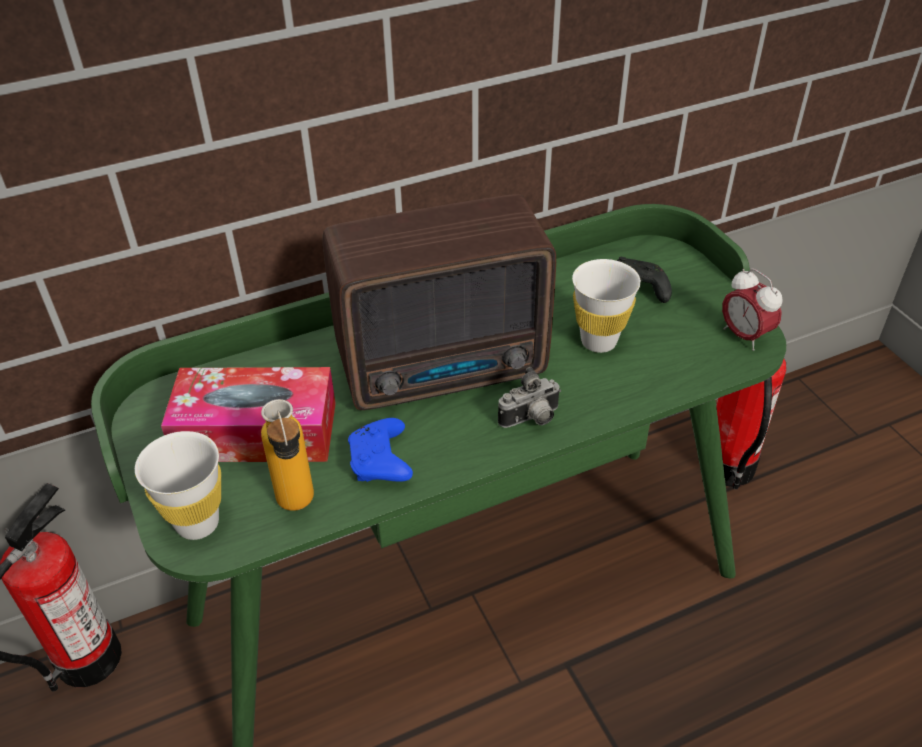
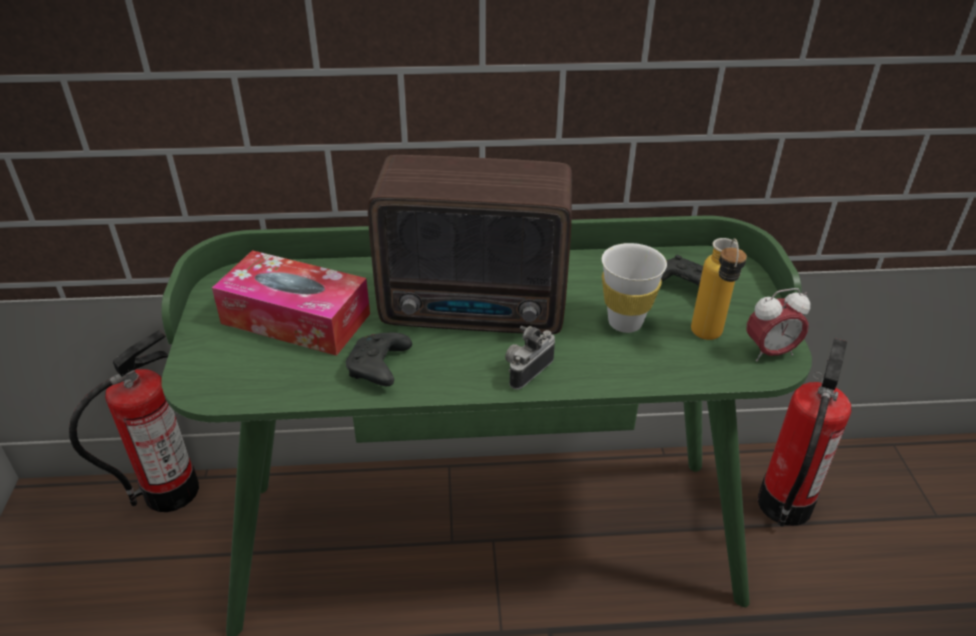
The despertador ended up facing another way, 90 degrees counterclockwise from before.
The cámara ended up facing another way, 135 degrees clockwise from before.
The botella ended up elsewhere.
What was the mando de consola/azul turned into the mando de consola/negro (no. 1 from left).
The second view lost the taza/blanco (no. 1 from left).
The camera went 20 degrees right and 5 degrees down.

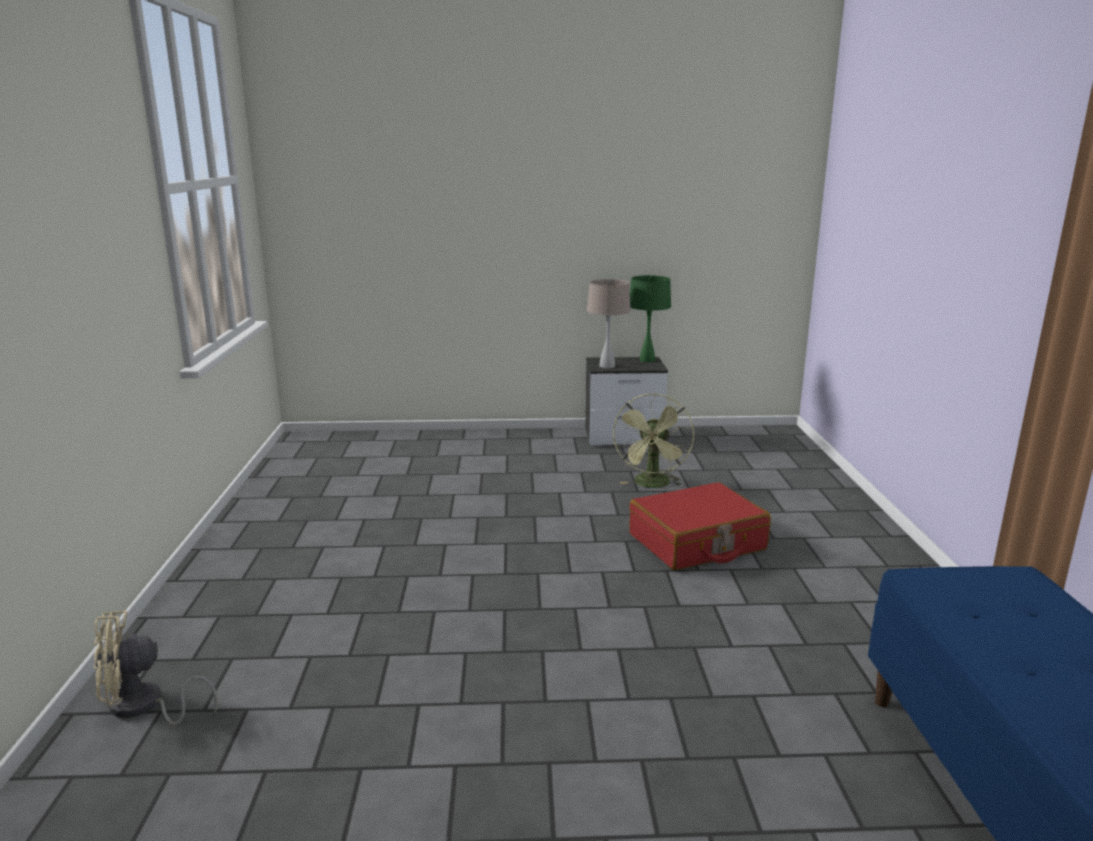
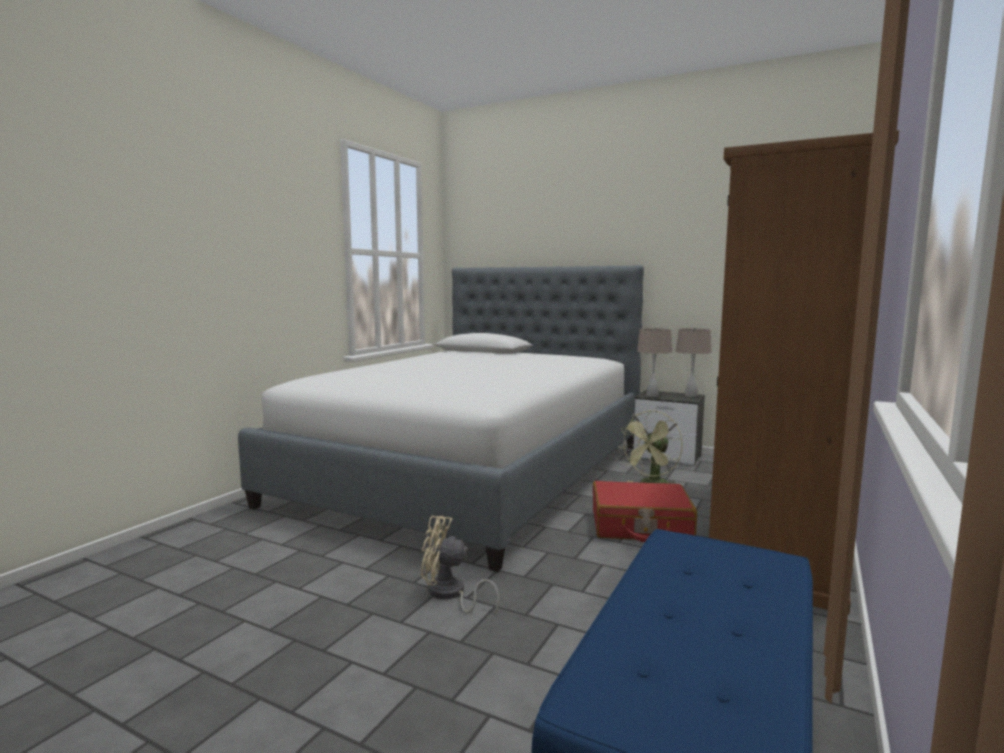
What was the lámpara de mesa/verde turned into the lámpara de mesa/beis (no. 2 from left).
The ventilador/beis ended up elsewhere.
The second view gained the armario ropero/marrón.
The second view gained the cama.
The camera went 30 degrees right and 10 degrees down.

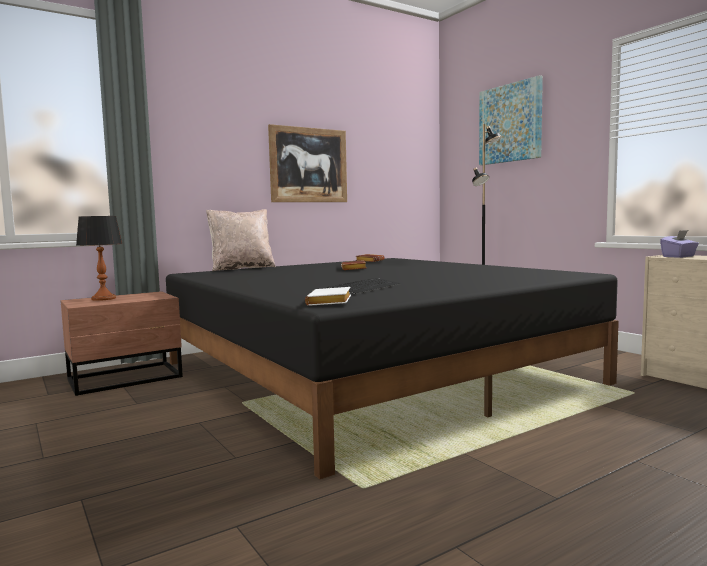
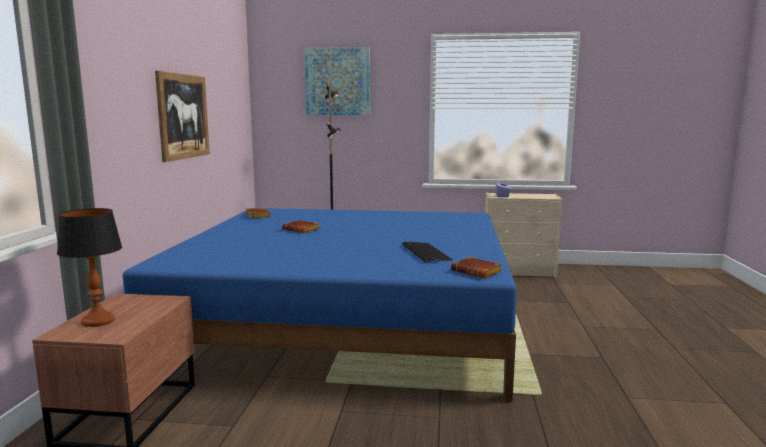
The second view lost the cojín/beis.
What was the cama/negro turned into the cama/azul.
What was the libro/blanco turned into the libro/marrón (no. 3 from left).
The camera went 50 degrees left and 5 degrees up.

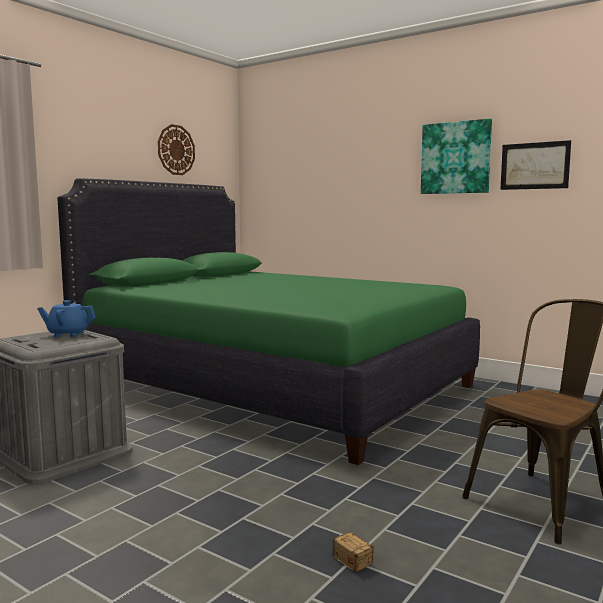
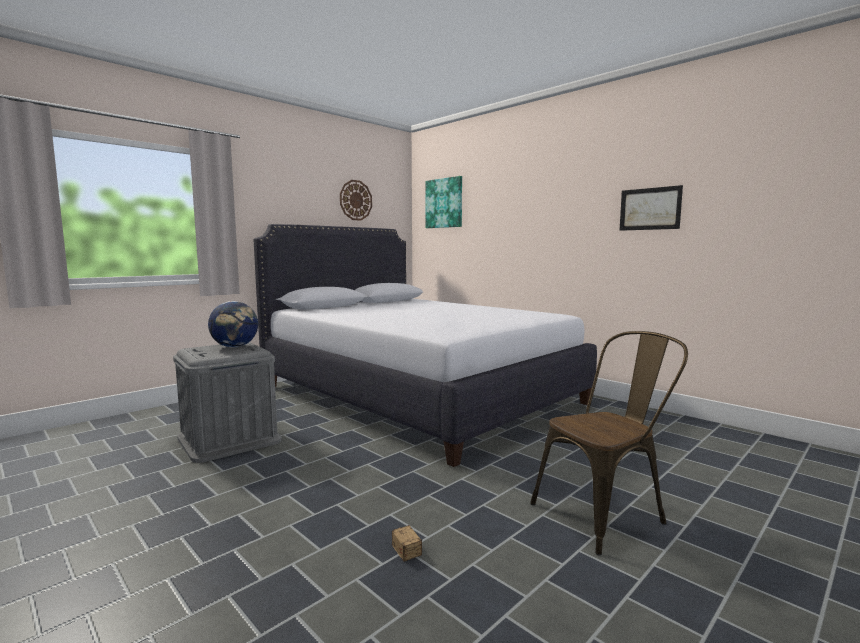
The cuadro (no. 1 from left) ended up elsewhere.
What was the cama/verde turned into the cama/blanco.
Where the tetera/azul stood, the globo terráqueo came to stand.
The camera went 10 degrees right and 0 degrees up.

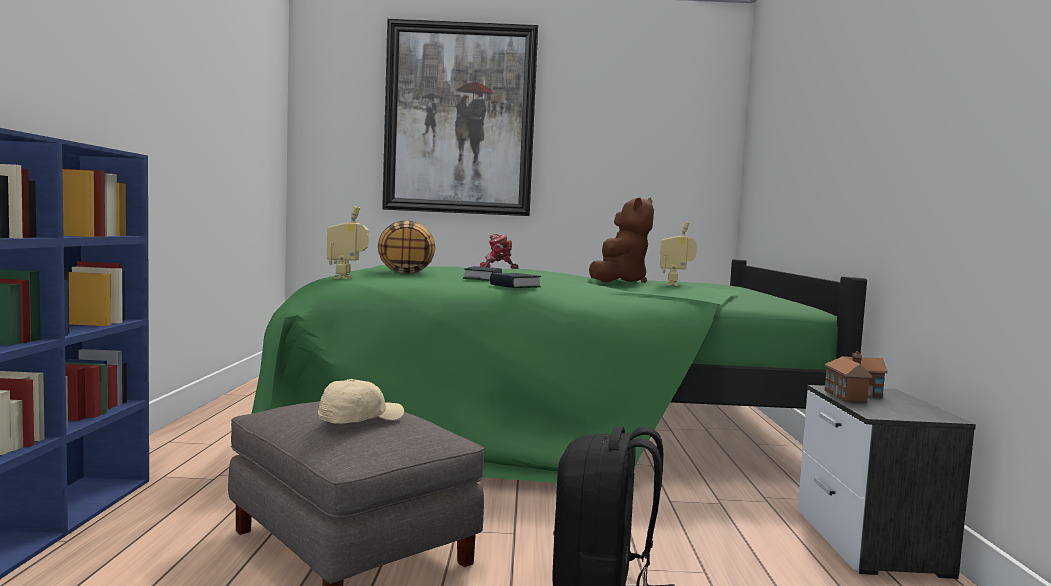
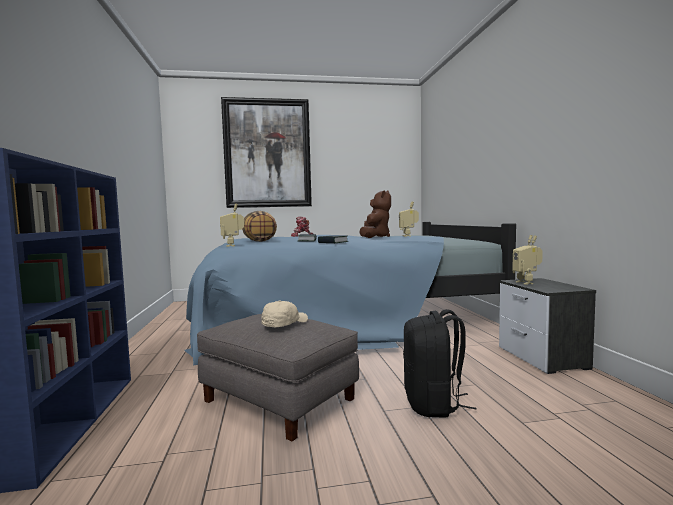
What was the cama/verde turned into the cama/azul.
Where the casita stood, the robot de juguete (no. 4 from left) came to stand.
The camera went 10 degrees left and 0 degrees up.

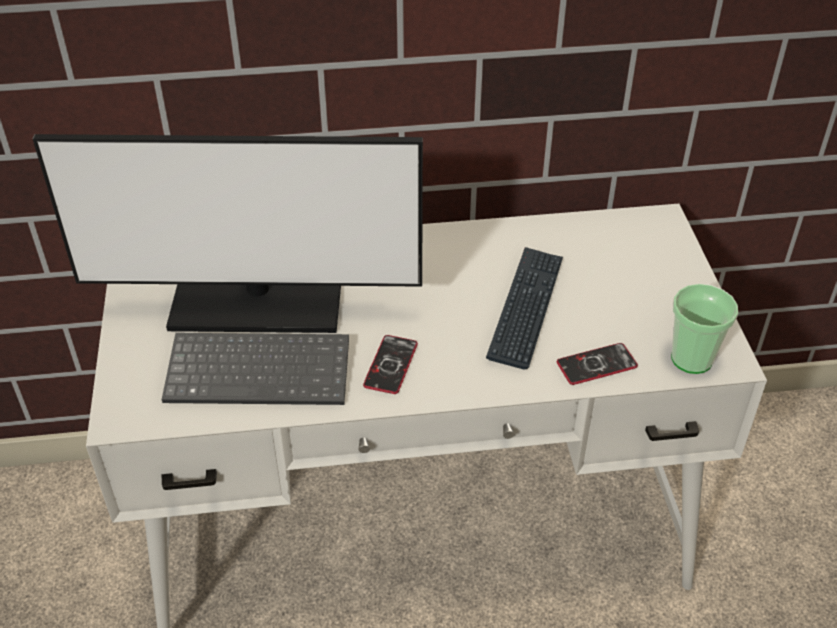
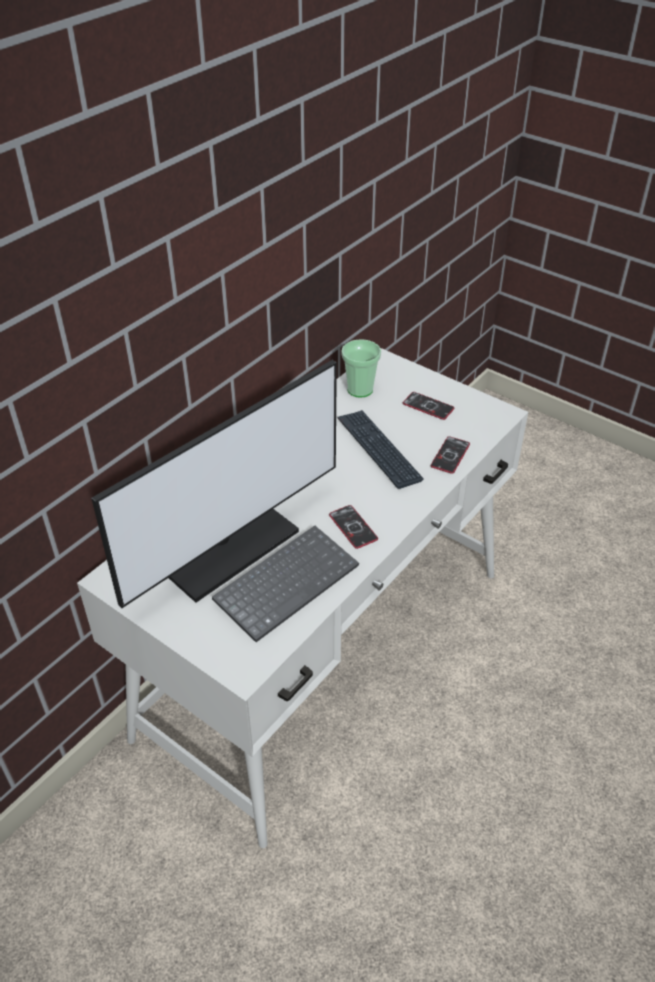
The taza ended up elsewhere.
The second view gained the móvil (no. 2 from left).
The camera went 45 degrees left and 0 degrees up.

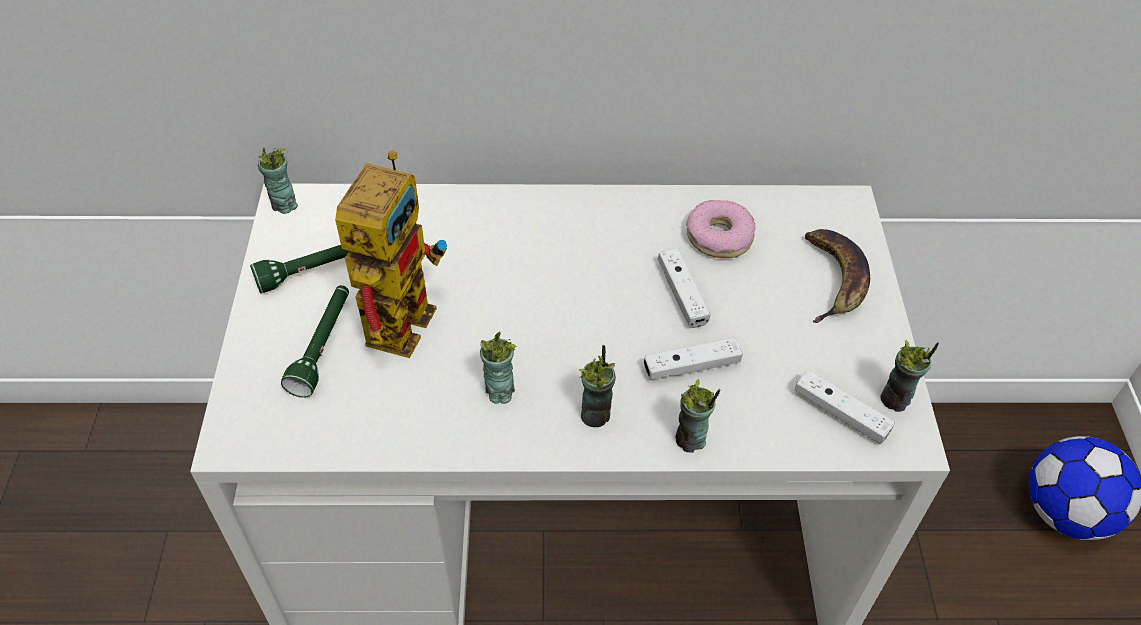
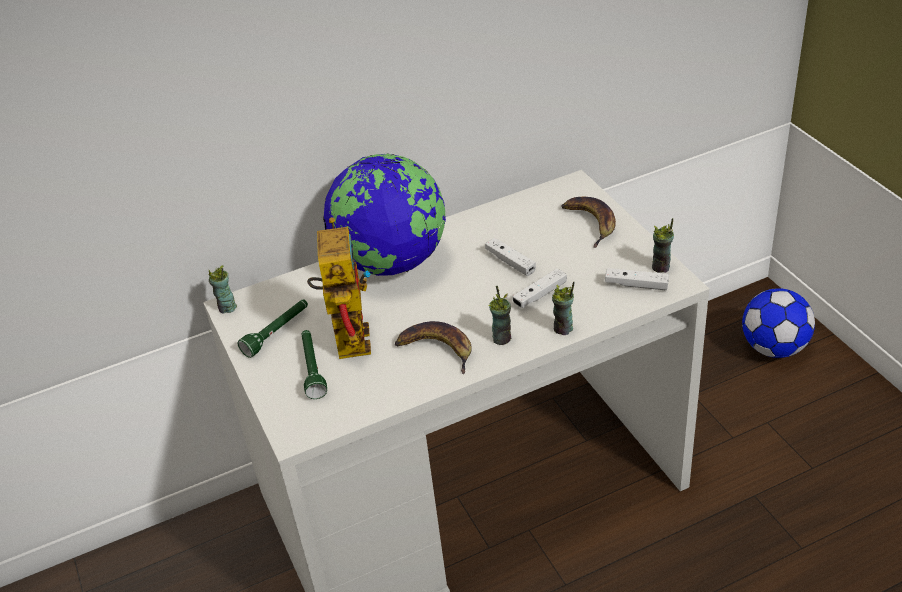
The second view lost the rosquilla.
Where the taza (no. 2 from left) stood, the plátano (no. 1 from left) came to stand.
The second view gained the globo terráqueo.
The camera went 20 degrees left and 10 degrees down.

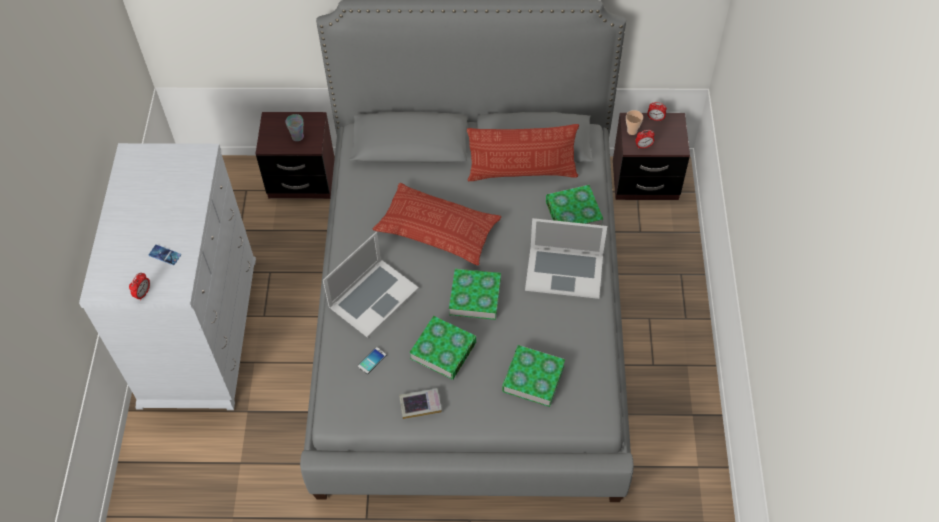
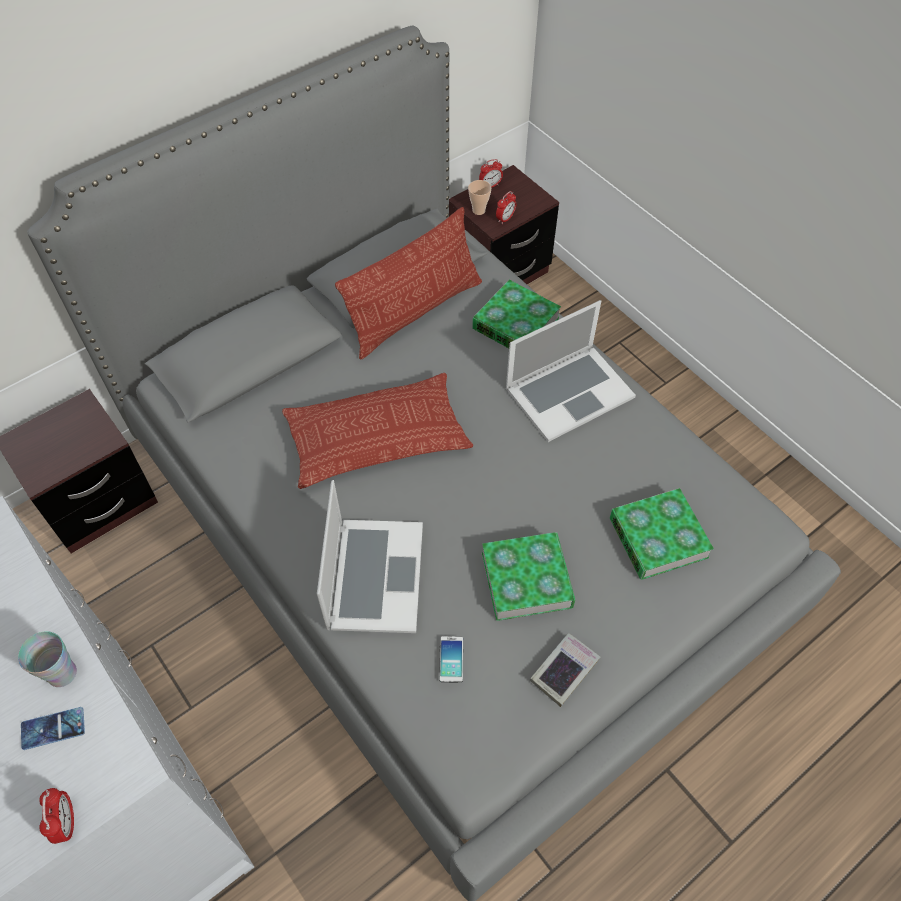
The taza (no. 1 from left) ended up elsewhere.
The second view lost the libro (no. 3 from left).
The camera went 40 degrees left and 0 degrees up.

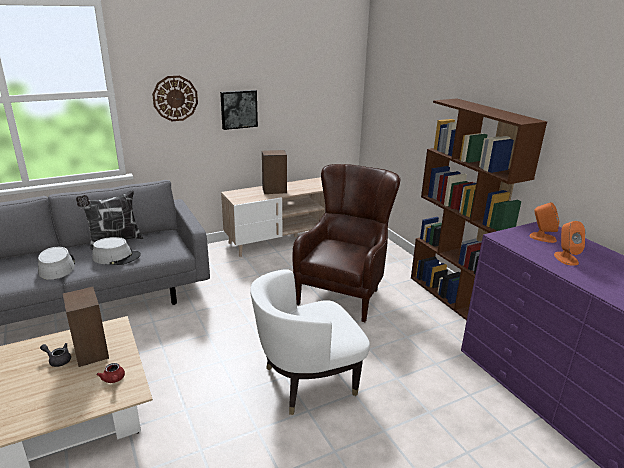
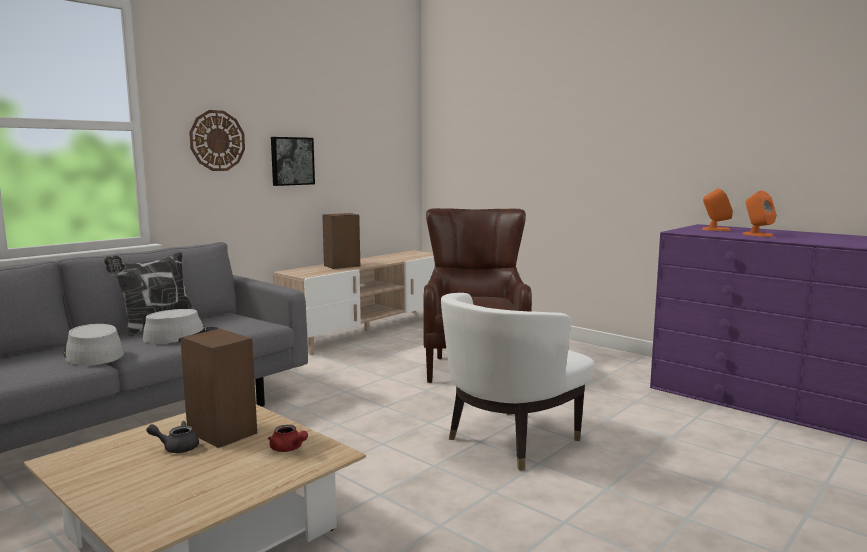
The second view lost the estantería/marrón.
The camera went 20 degrees left and 15 degrees down.

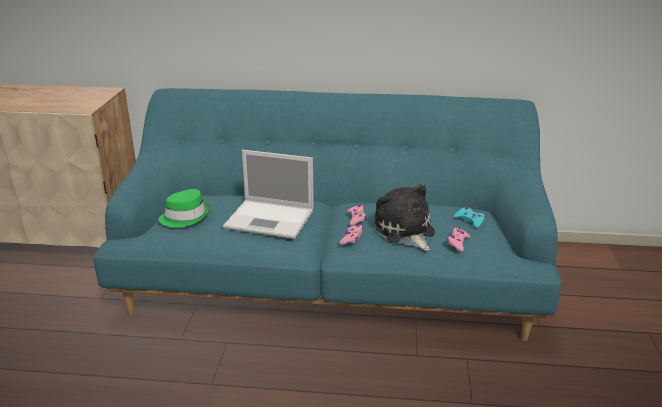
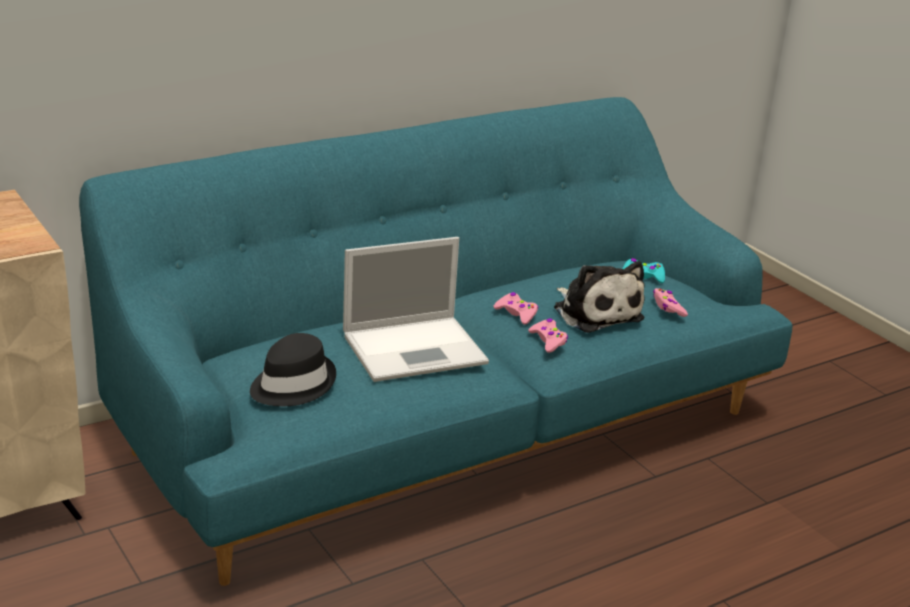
The peluche ended up facing another way, 150 degrees counterclockwise from before.
What was the sombrero/verde turned into the sombrero/negro.
The camera went 40 degrees left and 0 degrees up.

